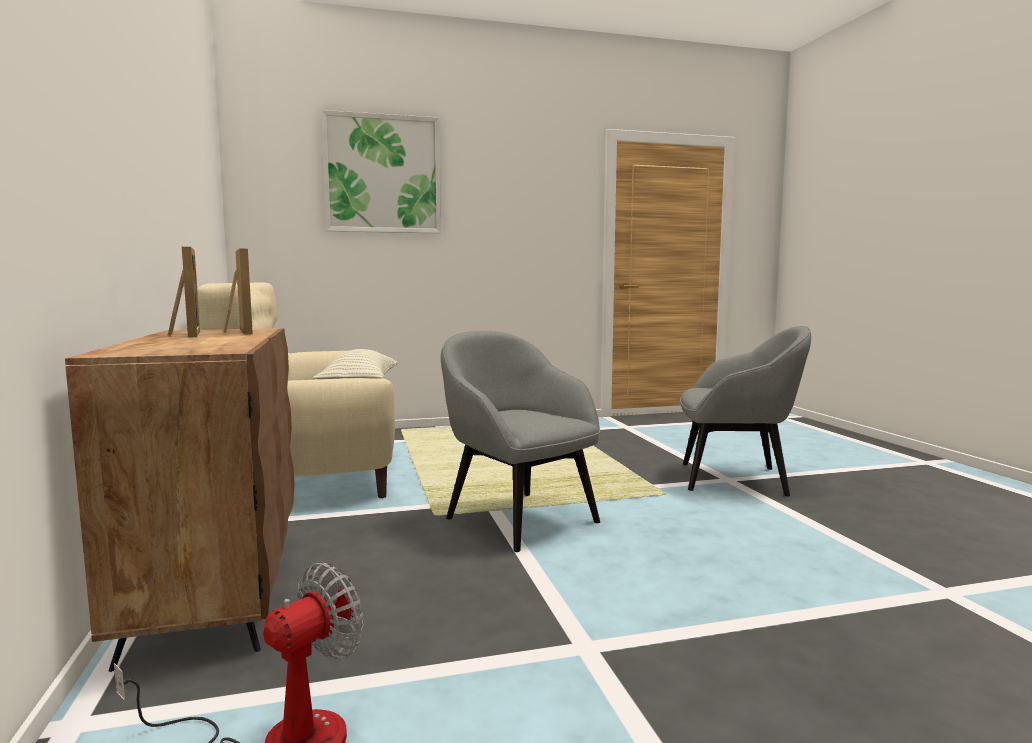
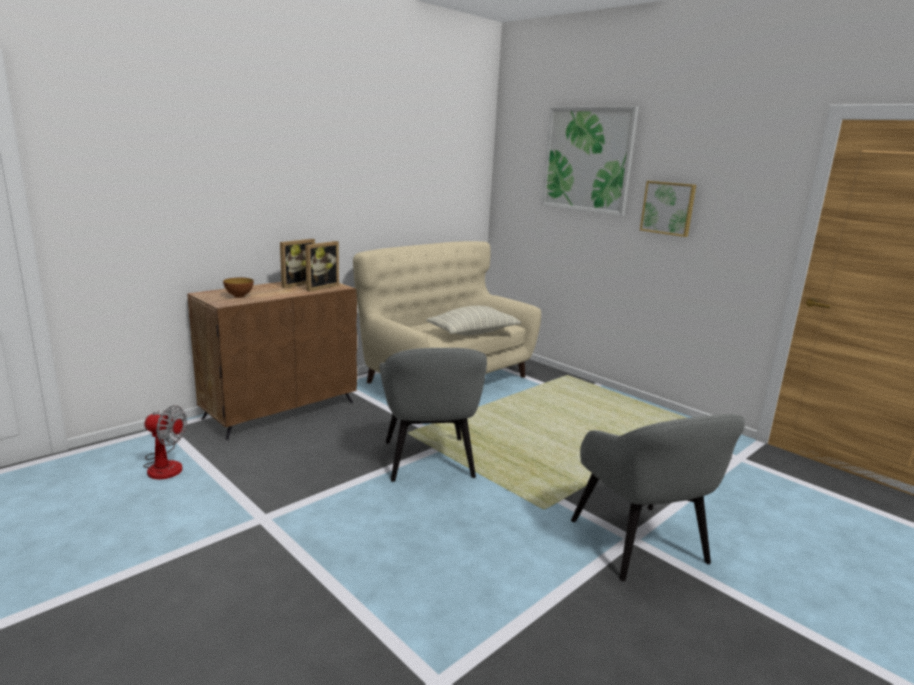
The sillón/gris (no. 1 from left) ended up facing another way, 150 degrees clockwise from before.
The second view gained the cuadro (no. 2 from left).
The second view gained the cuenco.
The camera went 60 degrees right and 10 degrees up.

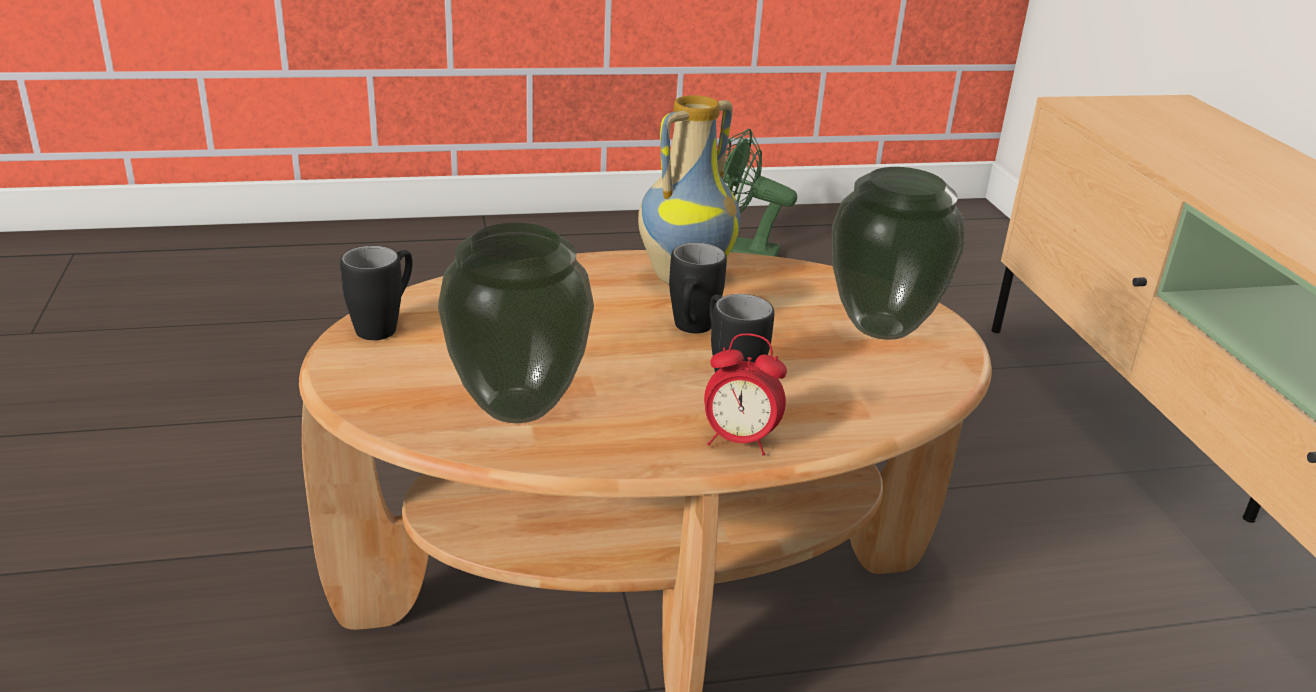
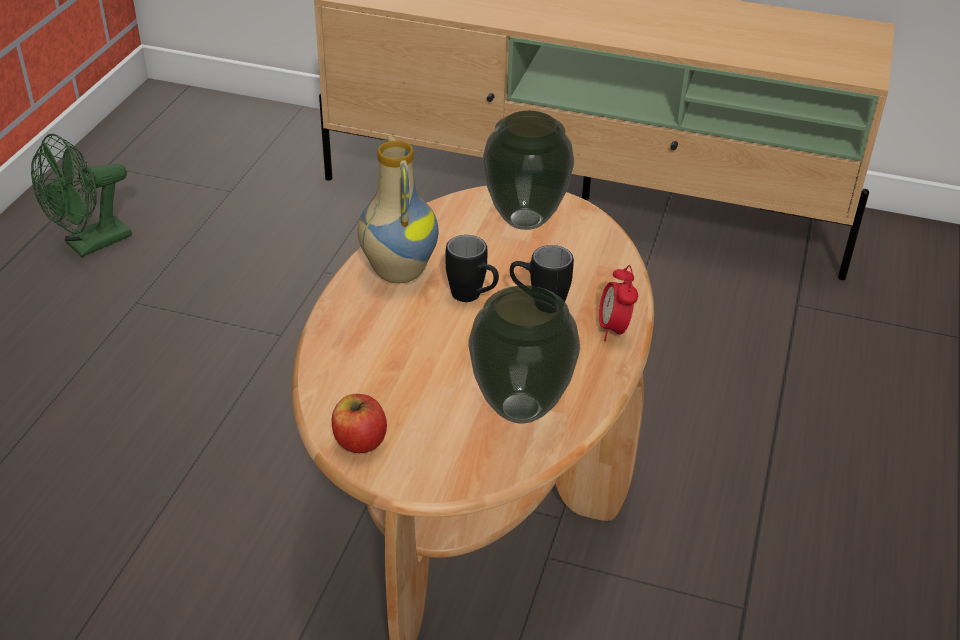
Where the taza grande/negro (no. 1 from left) stood, the manzana came to stand.
The despertador ended up facing another way, 135 degrees clockwise from before.
The camera went 60 degrees left and 10 degrees up.

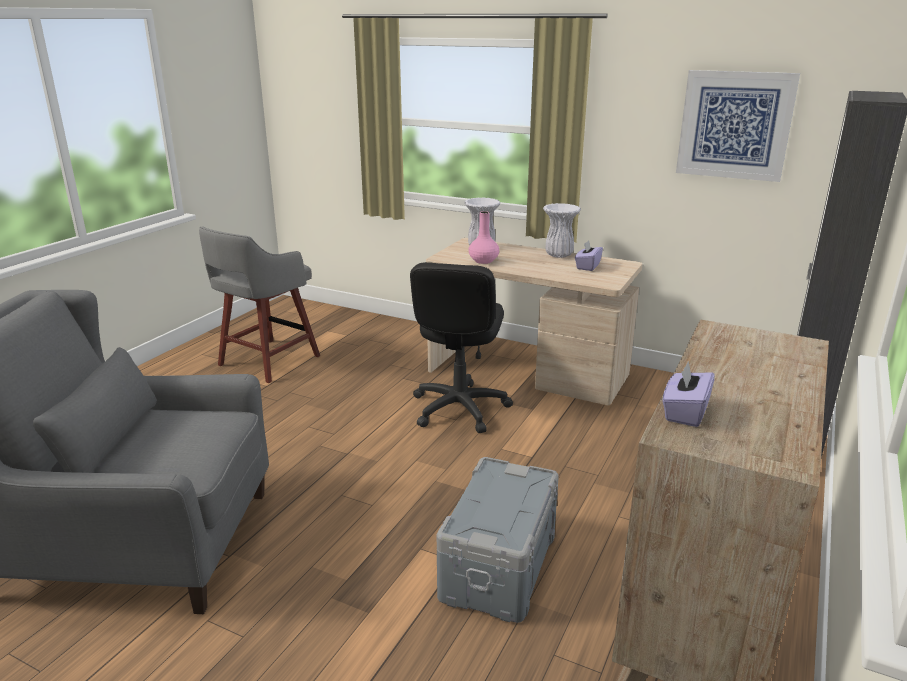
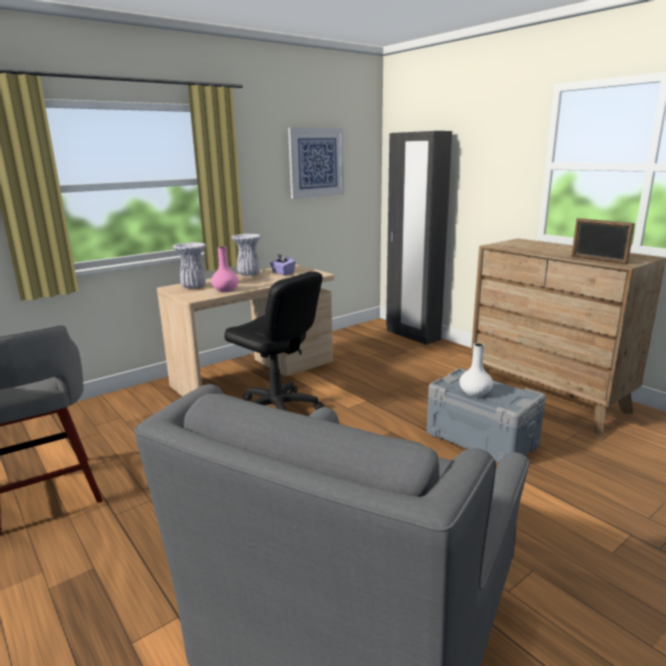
Where the caja de pañuelos/morado (no. 2 from left) stood, the portarretratos came to stand.
The second view gained the florero/blanco (no. 3 from left).
The camera went 65 degrees left and 5 degrees down.

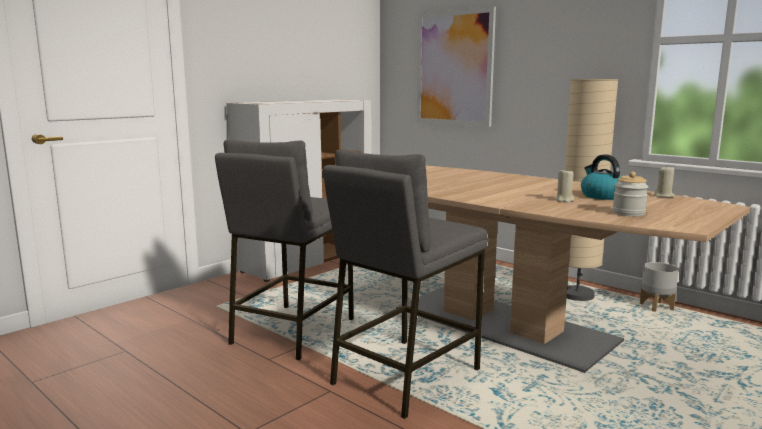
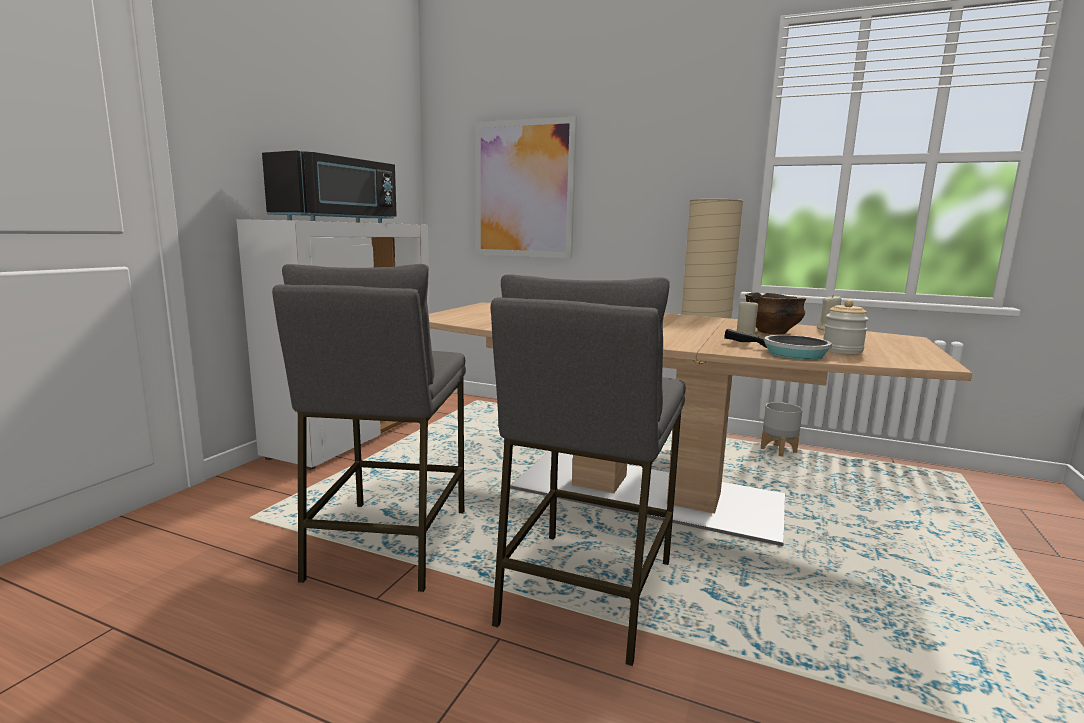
Where the hervidor stood, the cuenco came to stand.
The second view gained the microondas/negro.
The second view gained the sartén.
The camera went 20 degrees left and 0 degrees up.

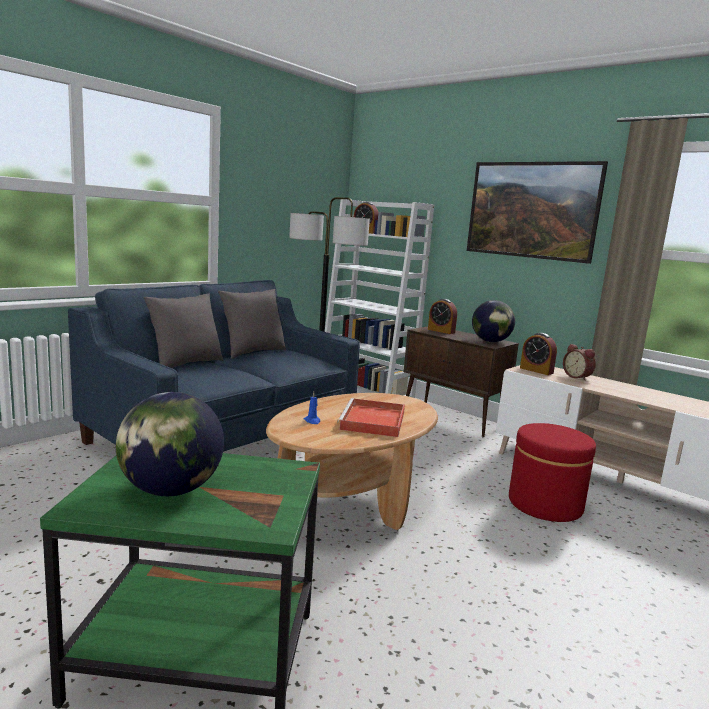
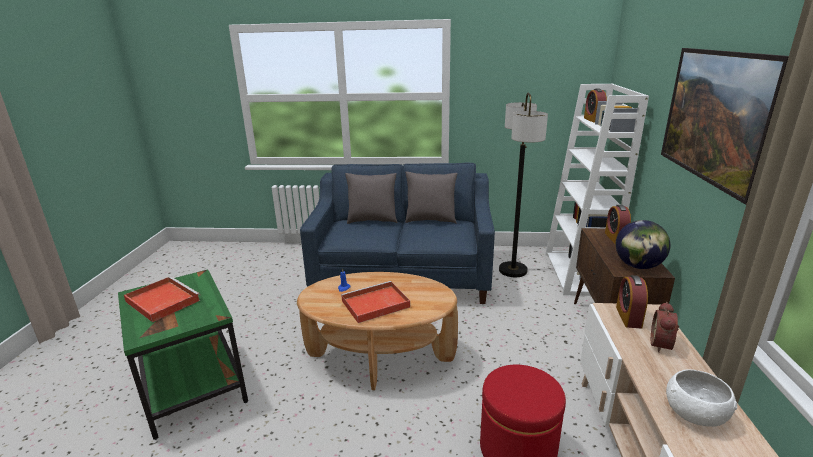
Where the globo terráqueo (no. 1 from left) stood, the bandeja/rojo (no. 1 from left) came to stand.
The second view gained the cuenco/blanco.
The camera went 55 degrees right and 10 degrees up.

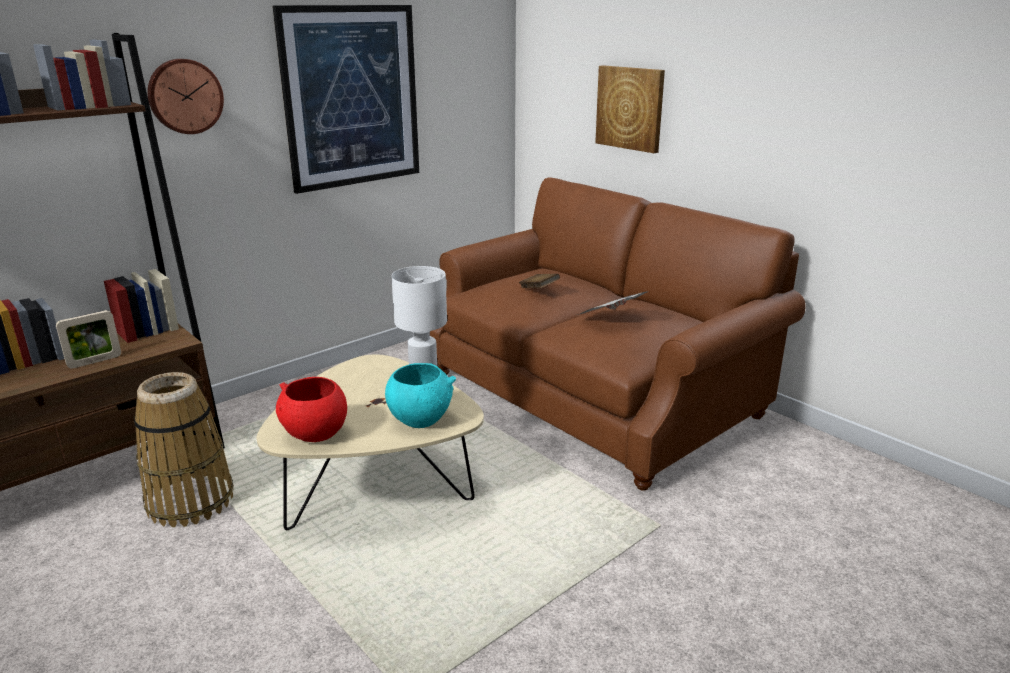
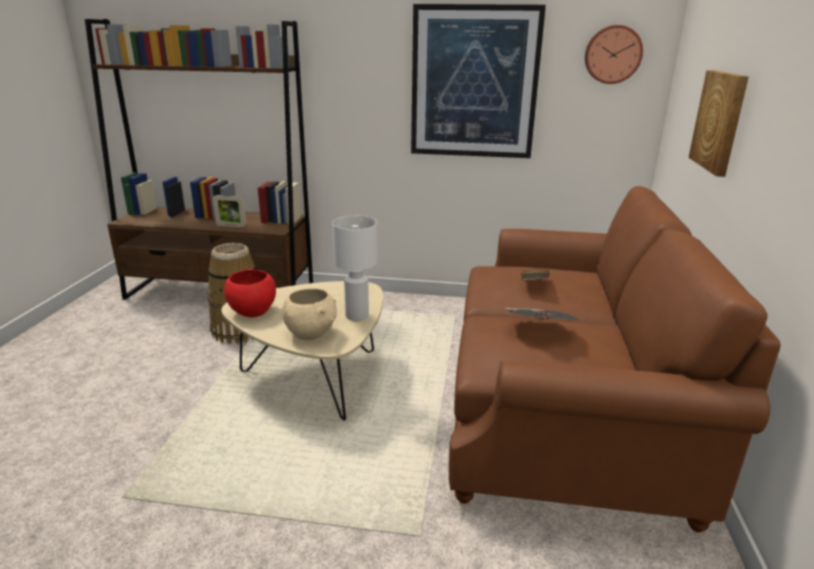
The reloj de pared ended up elsewhere.
What was the cuenco/turquesa turned into the cuenco/beis.
The camera went 50 degrees right and 0 degrees up.

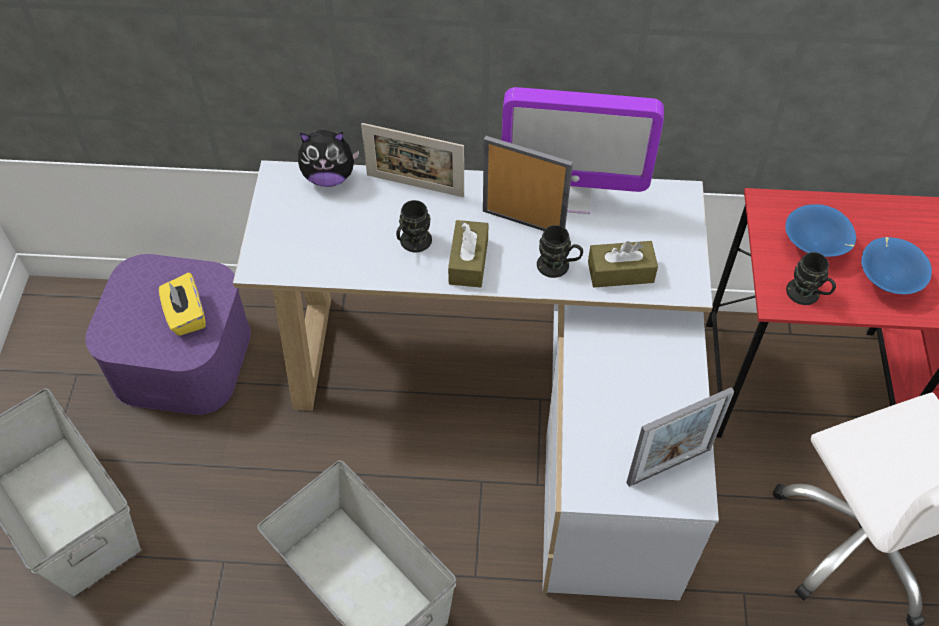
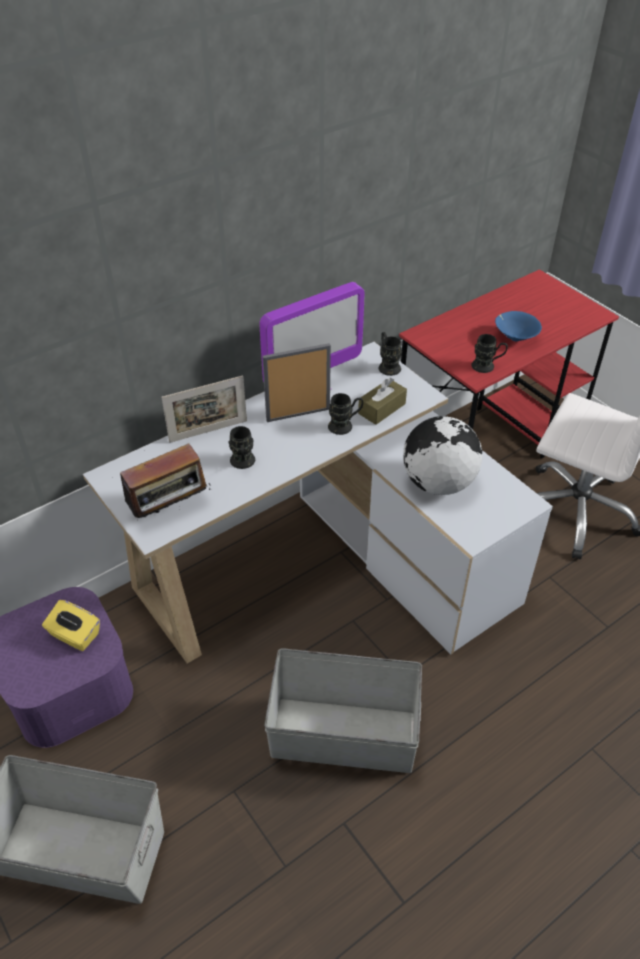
The second view lost the peluche.
The second view lost the cuenco/azul (no. 1 from left).
The second view lost the caja de pañuelos/marrón (no. 1 from left).
The second view lost the portarretratos (no. 3 from left).
The second view gained the taza grande/negro (no. 3 from left).
The second view gained the globo terráqueo.
The second view gained the radio.
The camera went 40 degrees left and 10 degrees down.

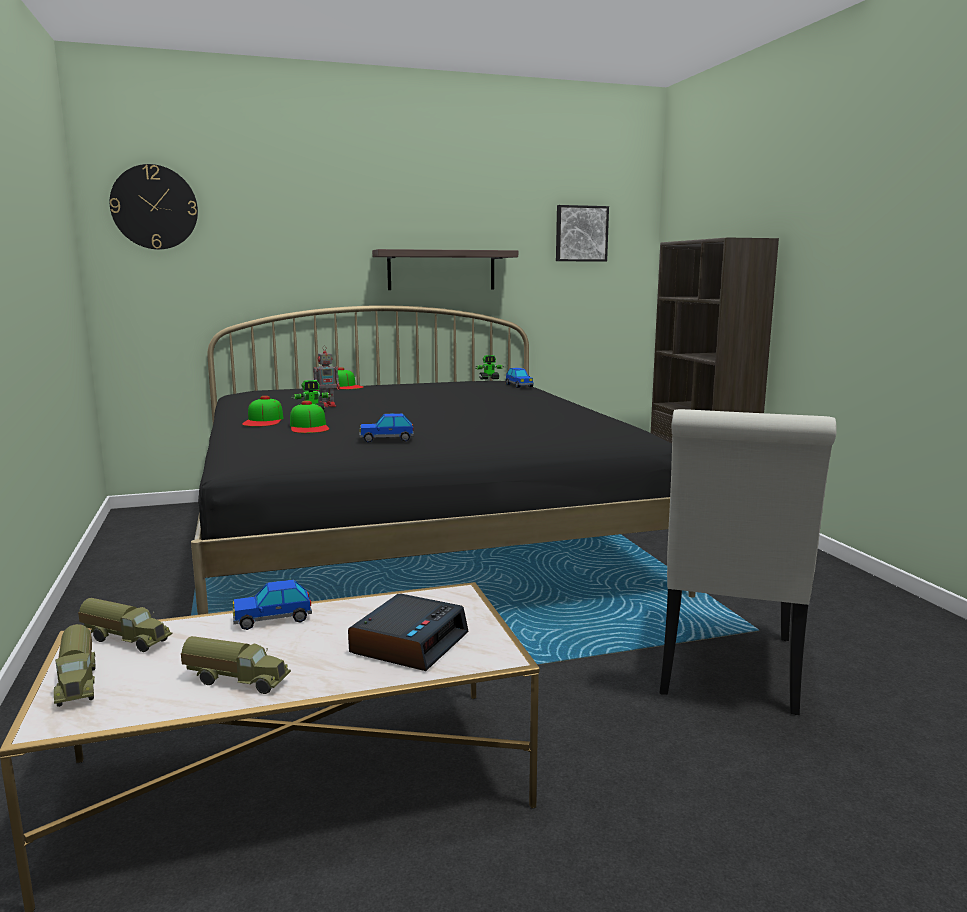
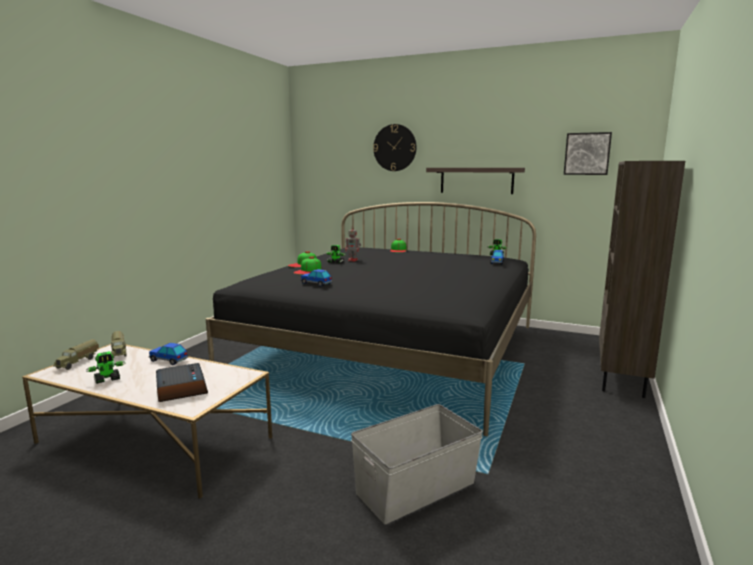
The reloj de pared ended up elsewhere.
Where the silla/blanco stood, the caja de almacenaje/gris came to stand.
The despertador ended up facing another way, 90 degrees counterclockwise from before.
Where the camión de juguete (no. 3 from left) stood, the robot de juguete (no. 1 from left) came to stand.
The camera went 40 degrees right and 0 degrees up.

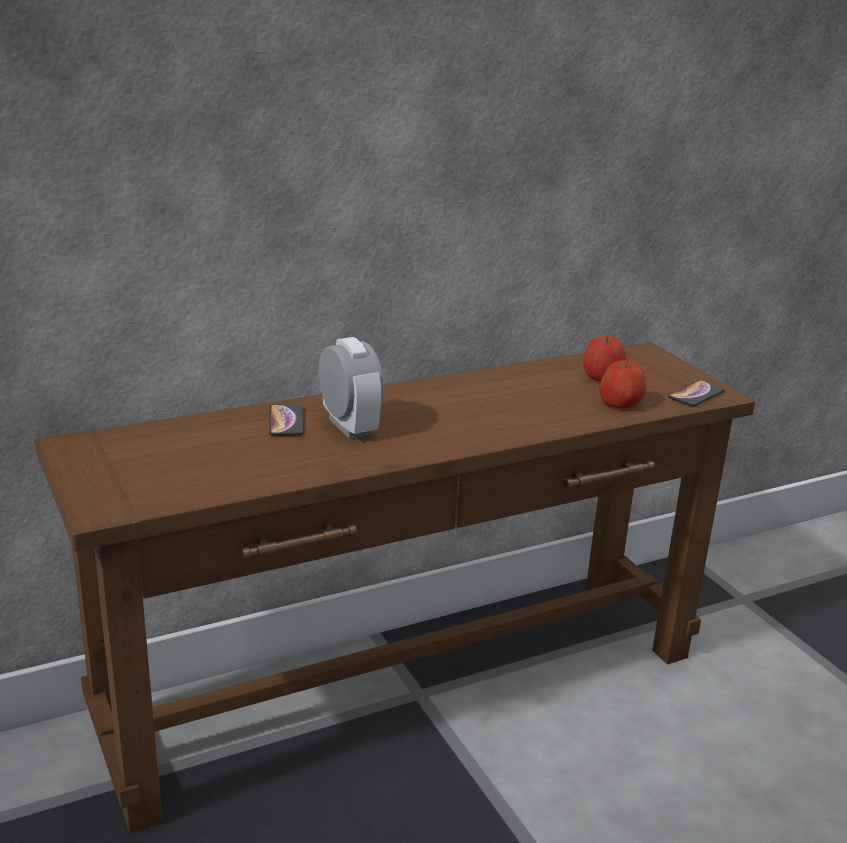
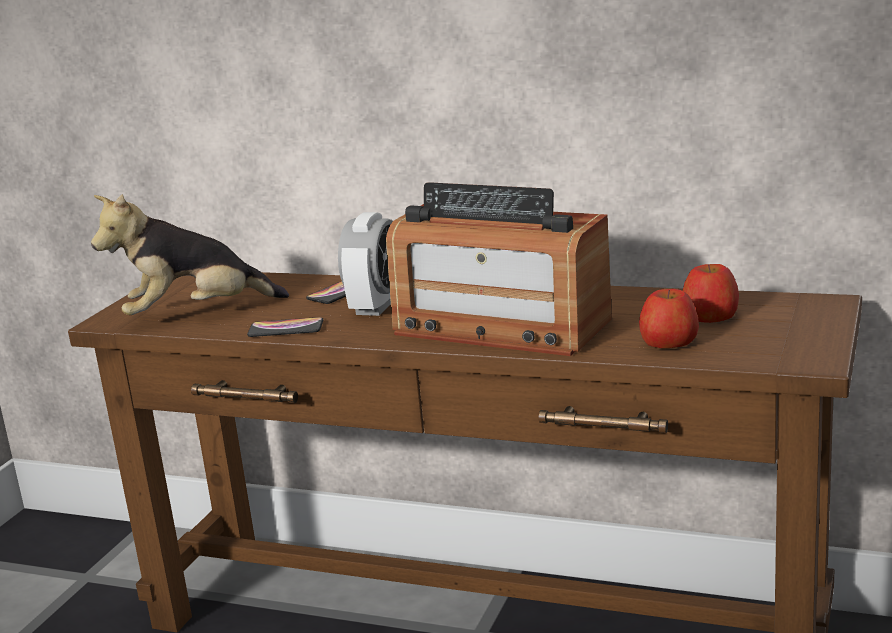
The móvil (no. 2 from left in the first image) ended up elsewhere.
The second view gained the radio.
The second view gained the peluche.
The camera went 50 degrees right and 5 degrees down.

